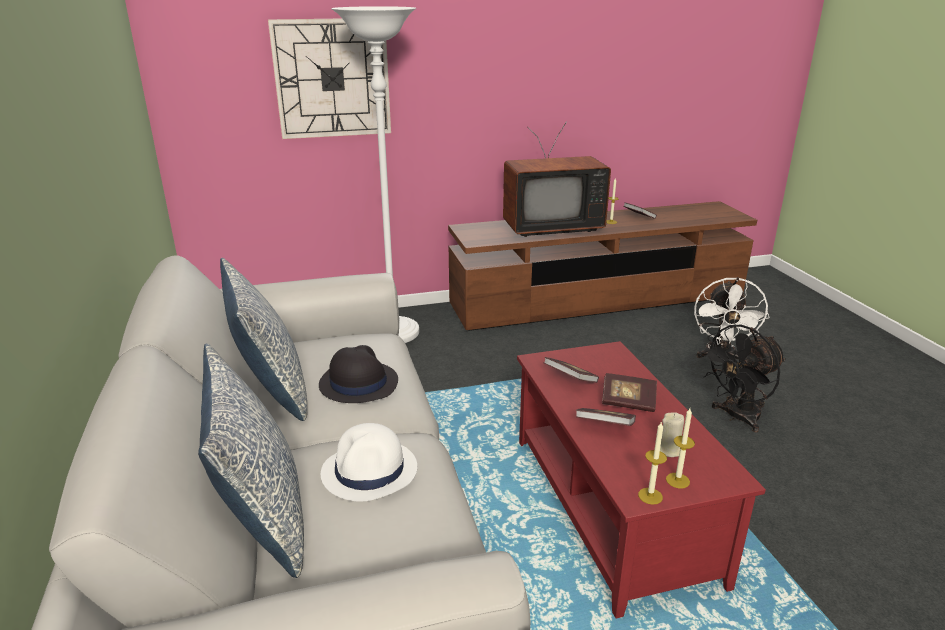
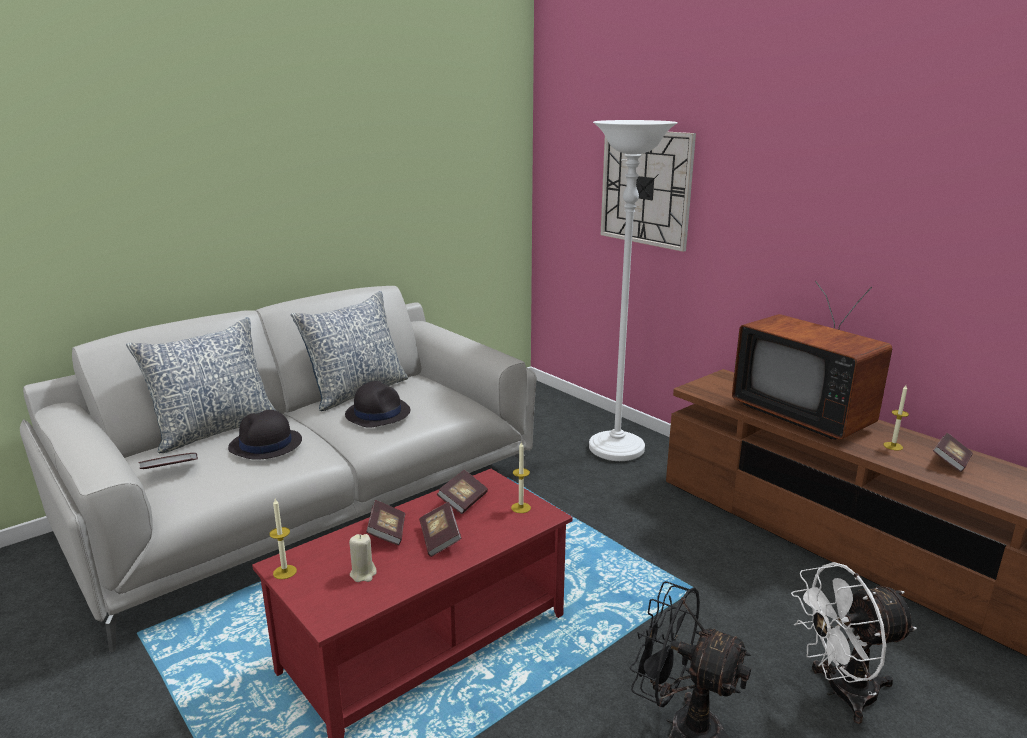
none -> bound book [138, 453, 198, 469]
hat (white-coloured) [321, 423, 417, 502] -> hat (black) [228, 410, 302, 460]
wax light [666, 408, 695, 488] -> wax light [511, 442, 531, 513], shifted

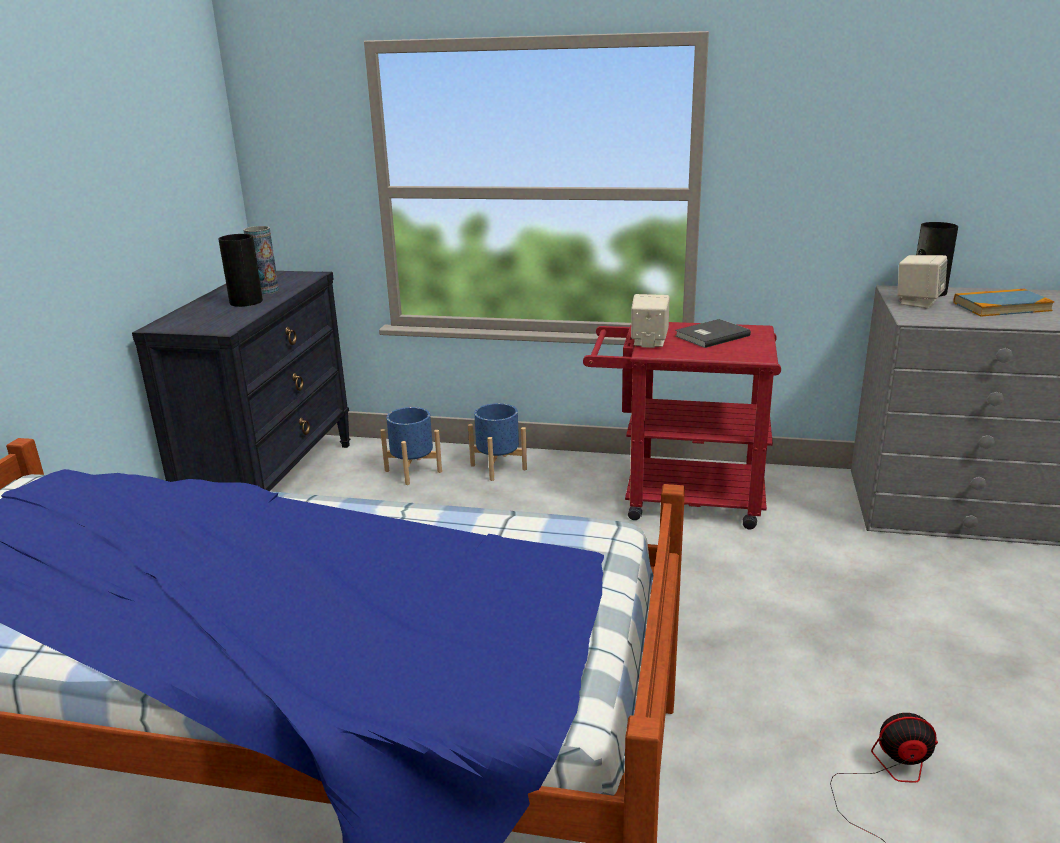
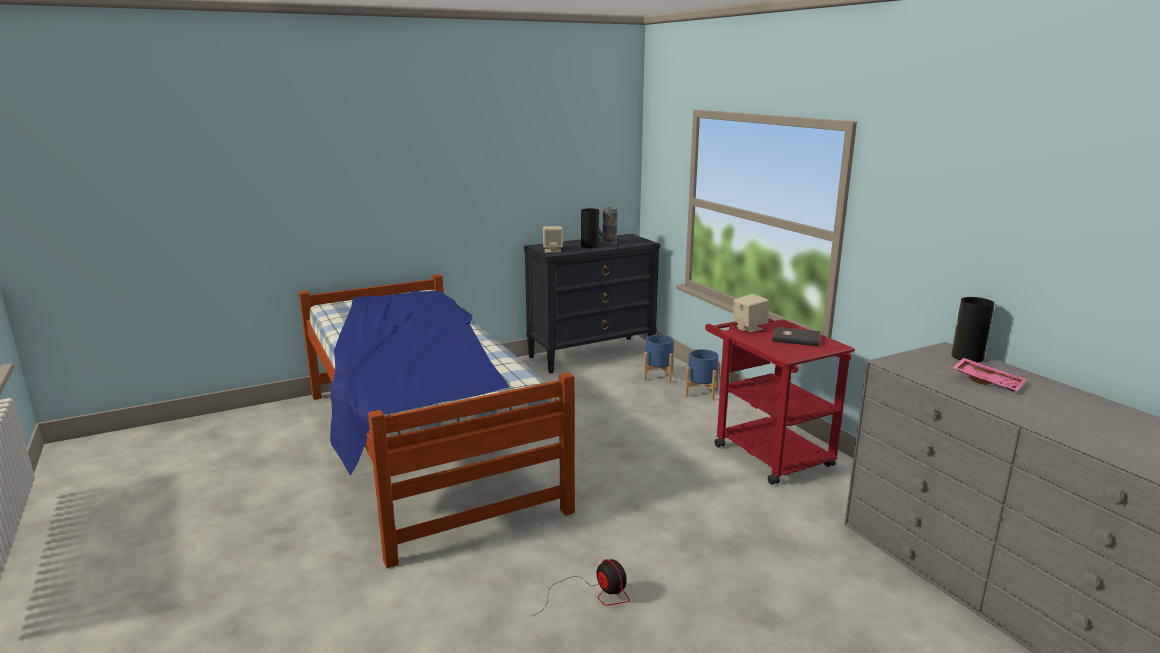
speaker (sand-coloured) [897, 255, 947, 308] -> speaker (sand-coloured) [543, 226, 563, 253], shifted
bound book [953, 289, 1054, 316] -> carrying tray (pink-coloured) [953, 358, 1027, 392]

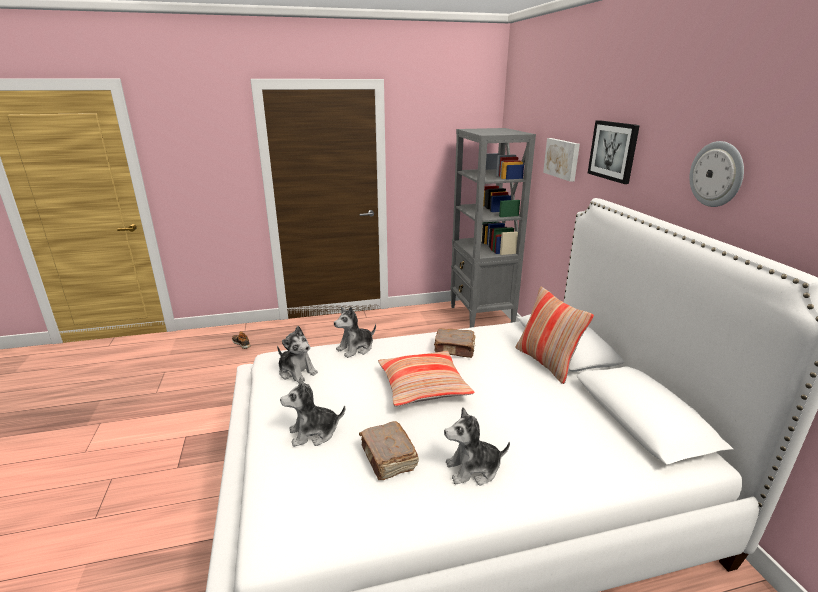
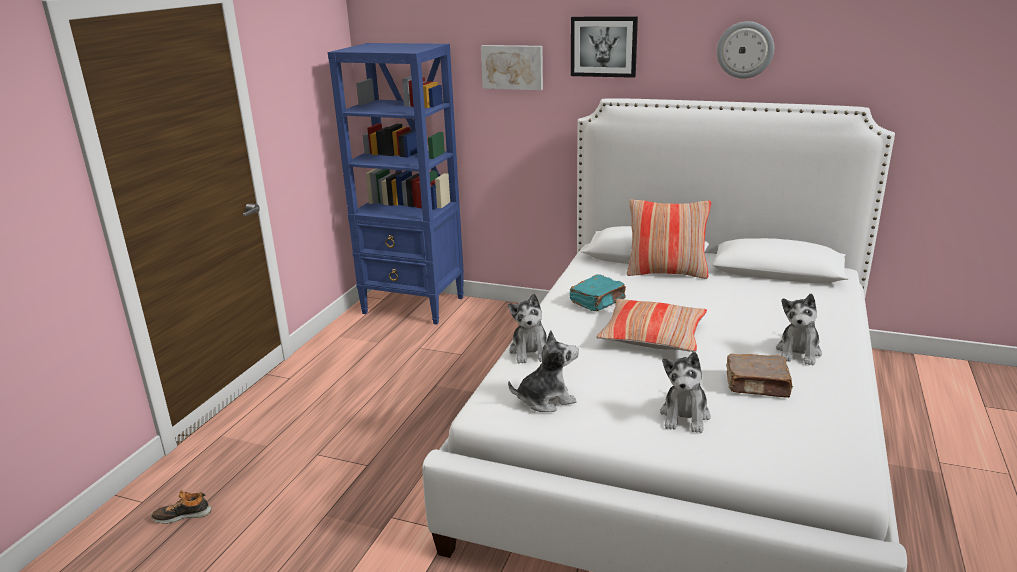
shelving unit (greyish) [450, 128, 536, 328] -> shelving unit (blue-coloured) [328, 43, 464, 325]
bound book (brownish) [434, 328, 476, 358] -> bound book (turquoise) [569, 274, 626, 311]

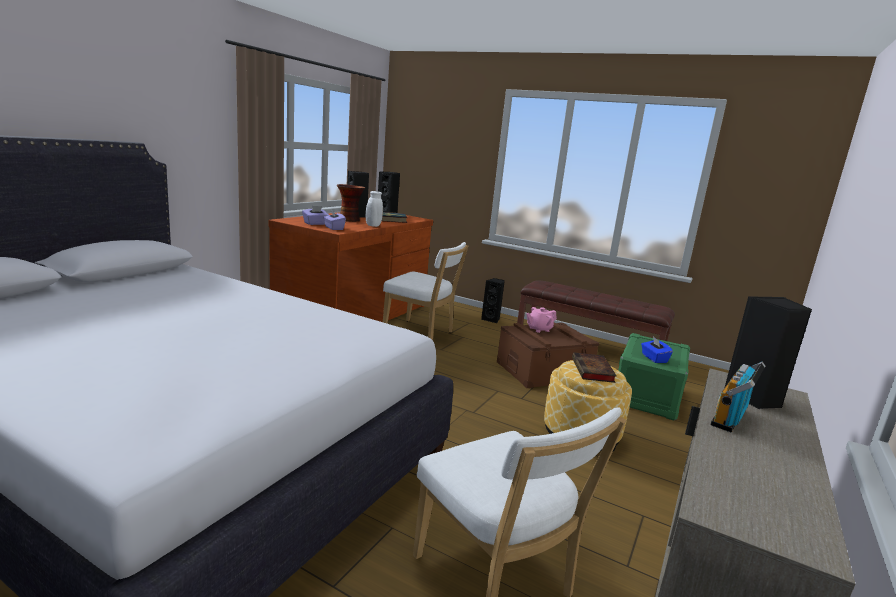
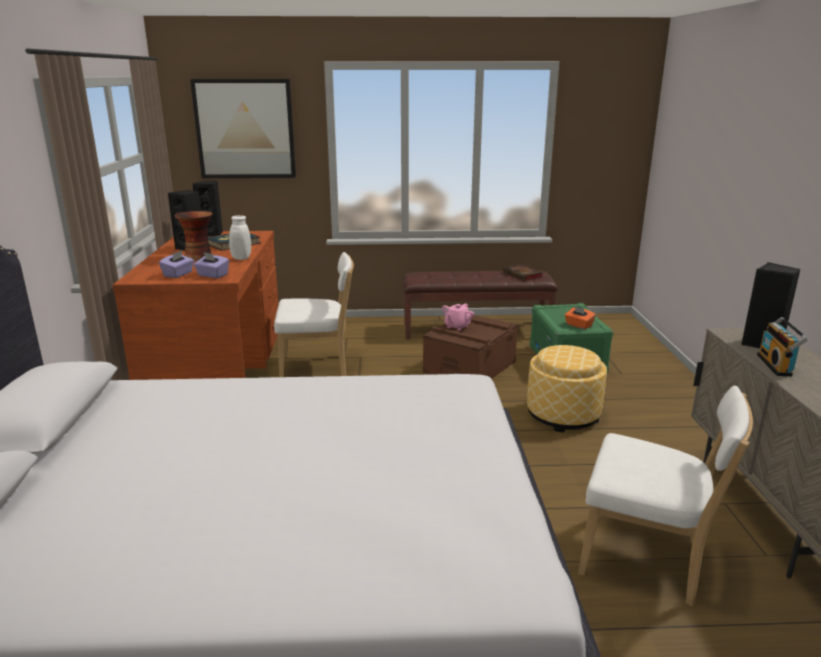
none -> picture [190, 79, 296, 178]
bound book [572, 352, 617, 383] -> bound book [503, 264, 543, 281], shifted
box of tissues (blue-coloured) [641, 337, 673, 363] -> box of tissues (orange) [565, 306, 596, 329]
speaker (black) [481, 278, 505, 323] -> none

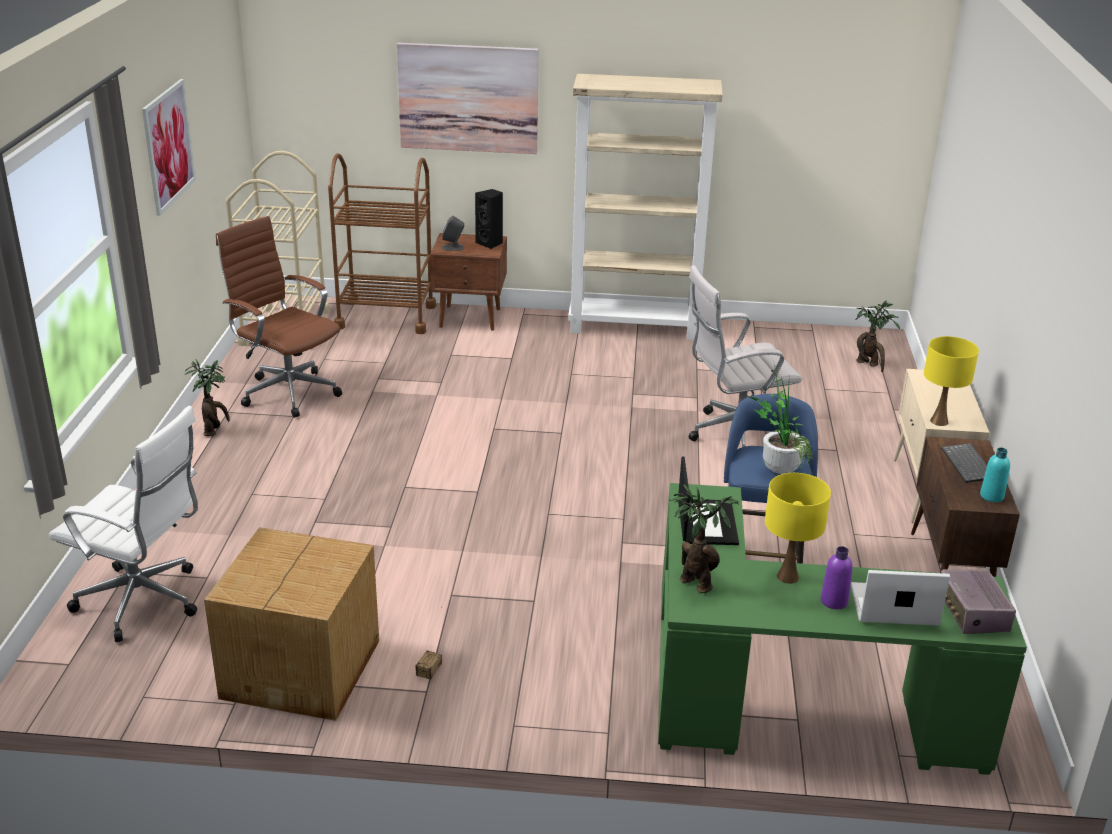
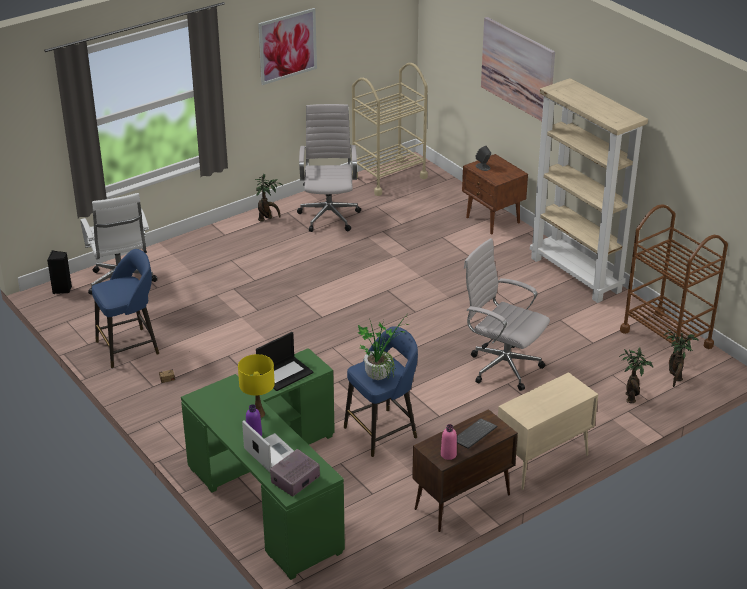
speaker (black) [475, 189, 503, 249] -> speaker (black) [47, 250, 72, 294], shifted
packing box [204, 527, 379, 721] -> sitting stool (blue-coloured) [92, 249, 159, 368]
computer chair (brownish) [216, 216, 342, 418] -> computer chair (white-coloured) [297, 104, 361, 232]
drink bottle (turquoise) [980, 448, 1010, 502] -> drink bottle (pink-coloured) [441, 424, 457, 460]
potted plant [669, 485, 739, 593] -> potted plant [619, 348, 654, 403], shifted
cart (brownish) [328, 153, 436, 334] -> cart (brownish) [620, 204, 728, 361], shifted
lamp for a table (yellow-coloured) [924, 336, 979, 426] -> none

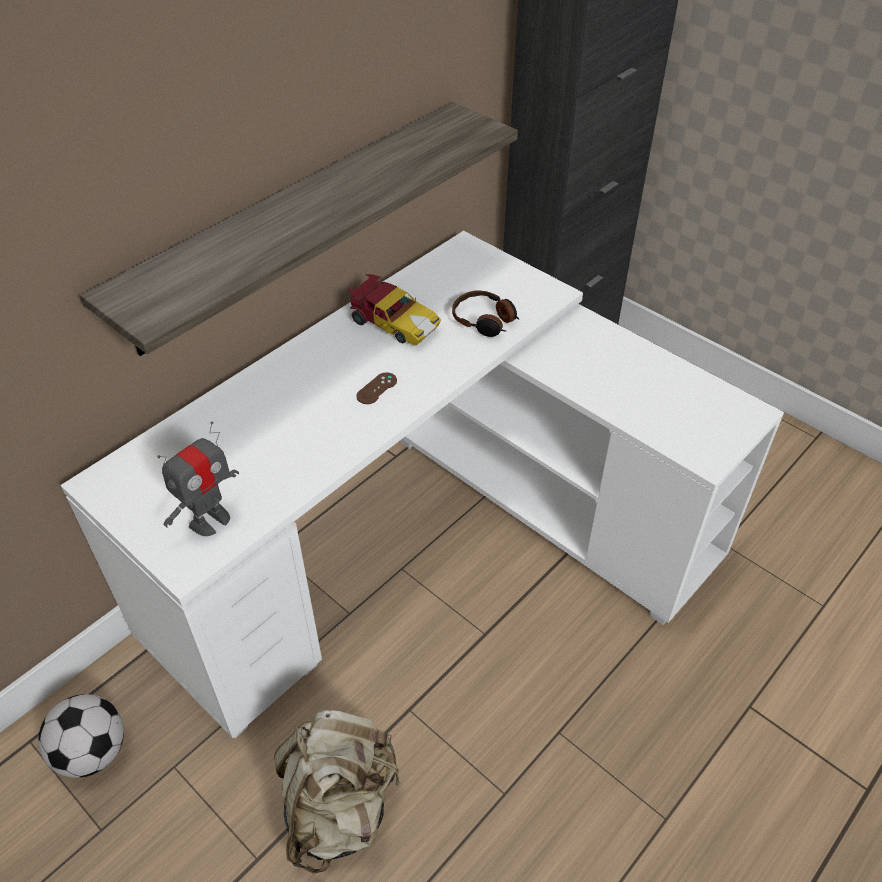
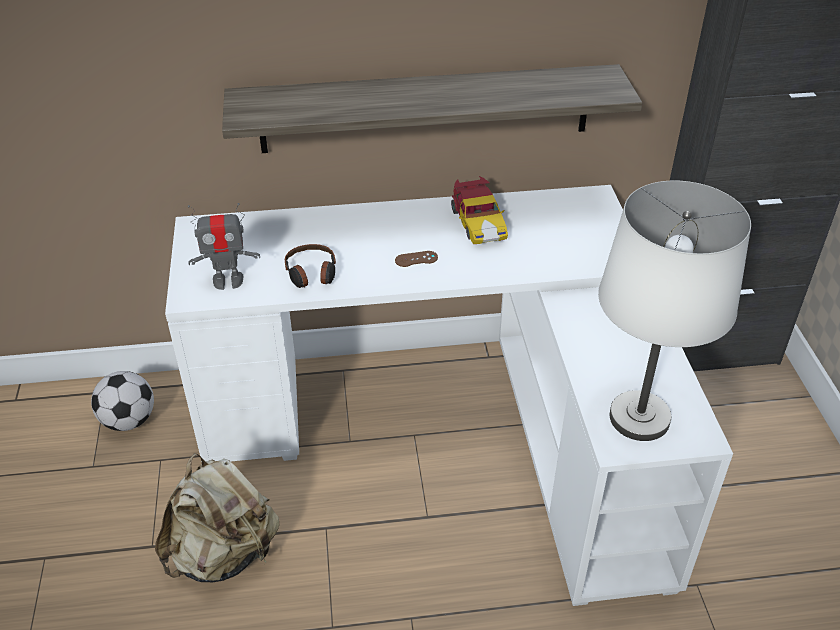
headphones [452, 291, 520, 337] -> headphones [285, 244, 336, 288], shifted
none -> lamp for a table (white-coloured) [598, 181, 751, 441]

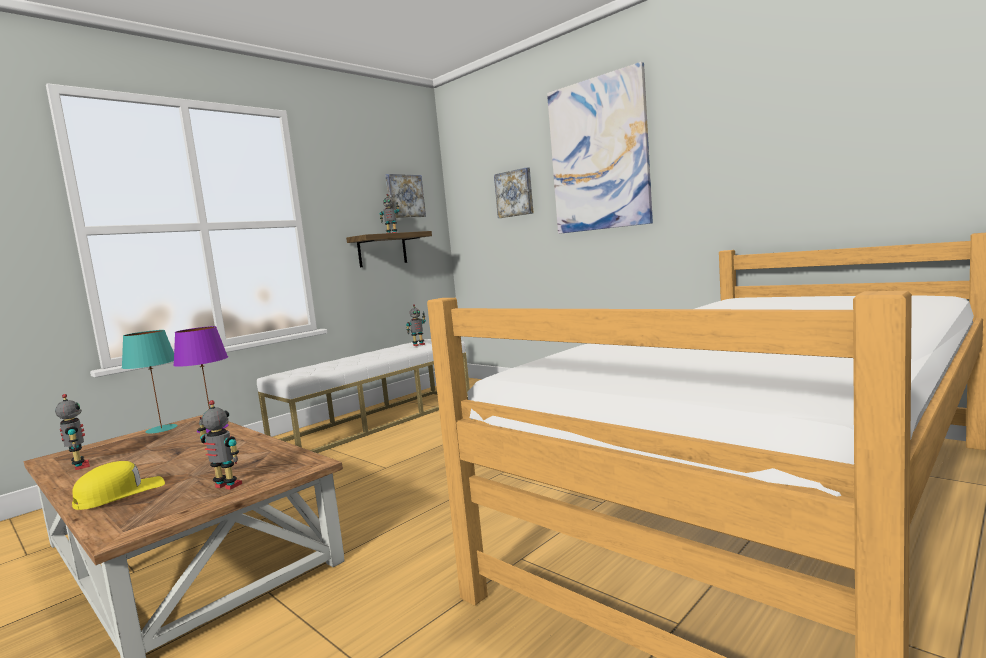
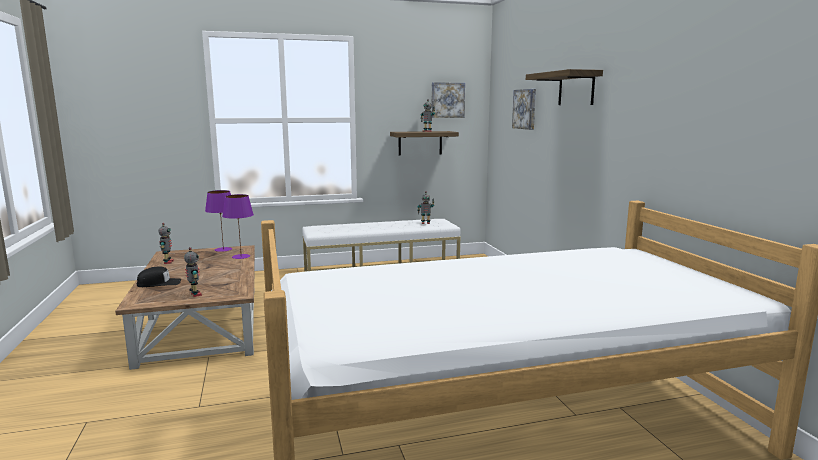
baseball cap (yellow-coloured) [72, 461, 165, 510] -> baseball cap (black) [137, 266, 181, 287]
lamp for a table (turquoise) [122, 330, 178, 434] -> lamp for a table (purplish) [205, 190, 232, 252]
picture [547, 62, 653, 234] -> shelf [526, 69, 603, 105]

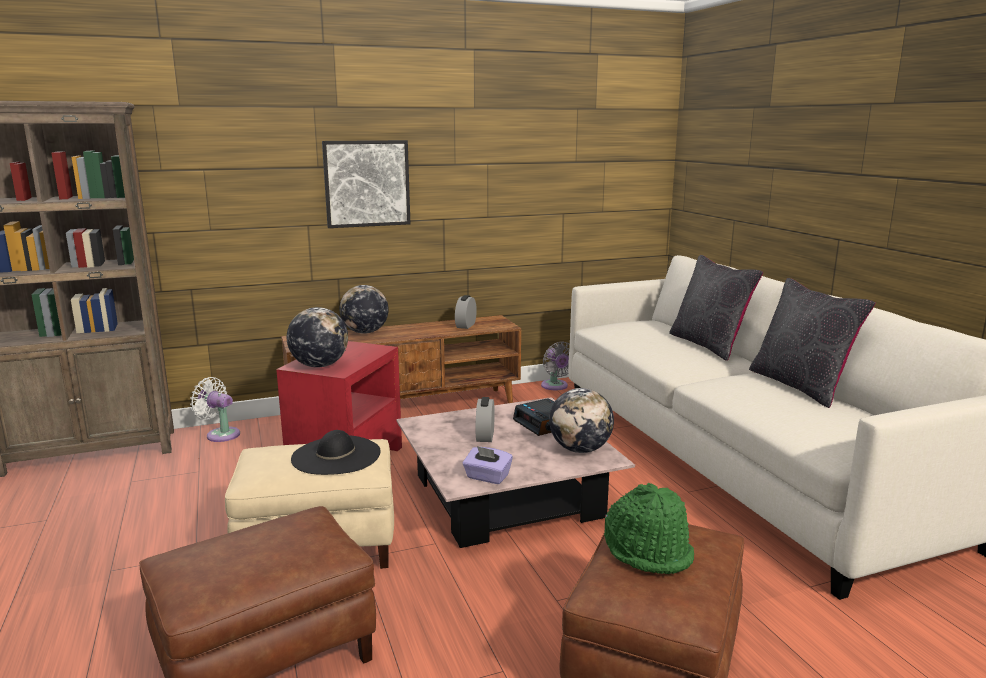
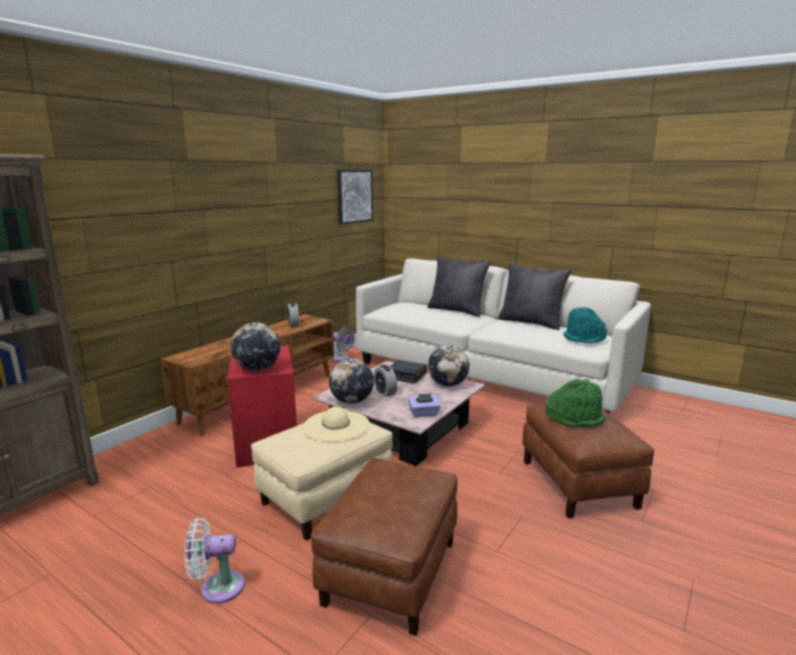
electric fan (white-coloured) [190, 377, 240, 442] -> electric fan (white-coloured) [184, 518, 245, 604], shifted
hat (black) [291, 430, 381, 475] -> hat (sand-coloured) [302, 407, 370, 442]
globe [340, 285, 389, 334] -> globe [329, 359, 374, 404], shifted
picture [322, 140, 410, 228] -> picture [337, 170, 373, 225], shifted
none -> hat (turquoise) [564, 307, 607, 343]

